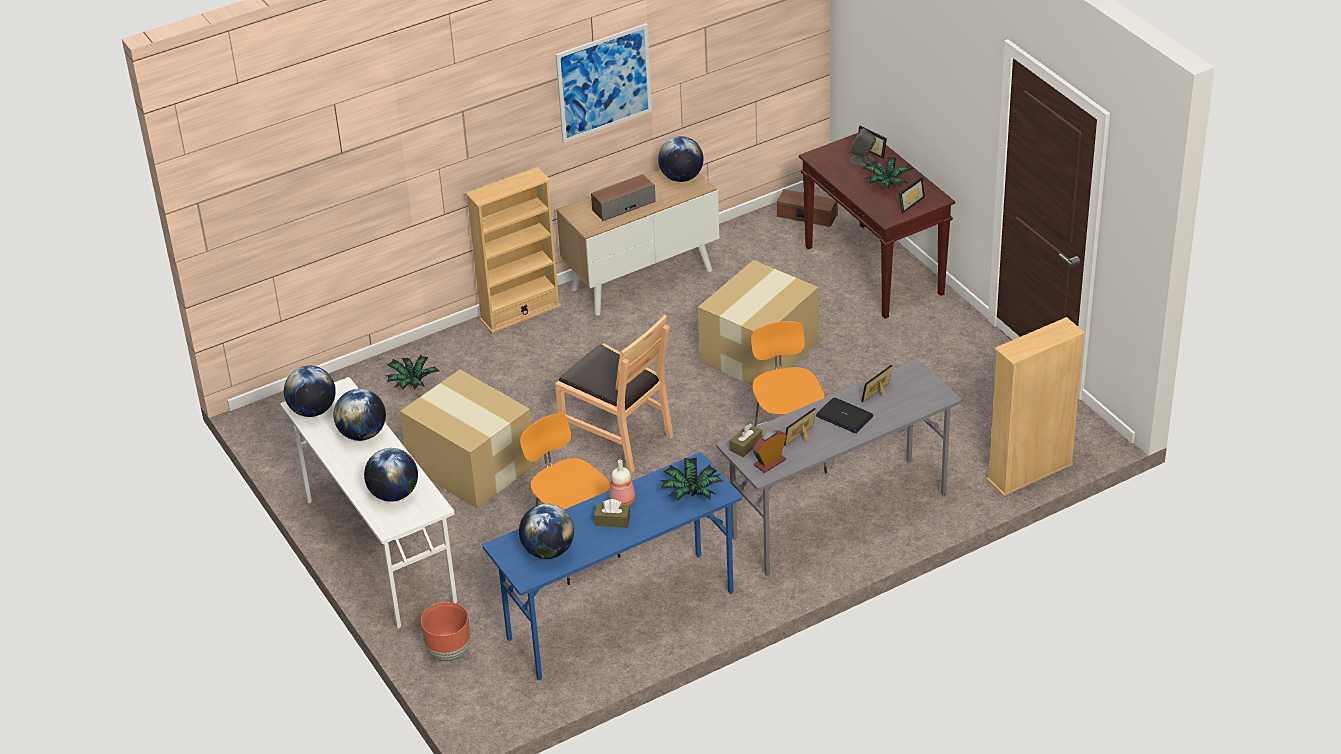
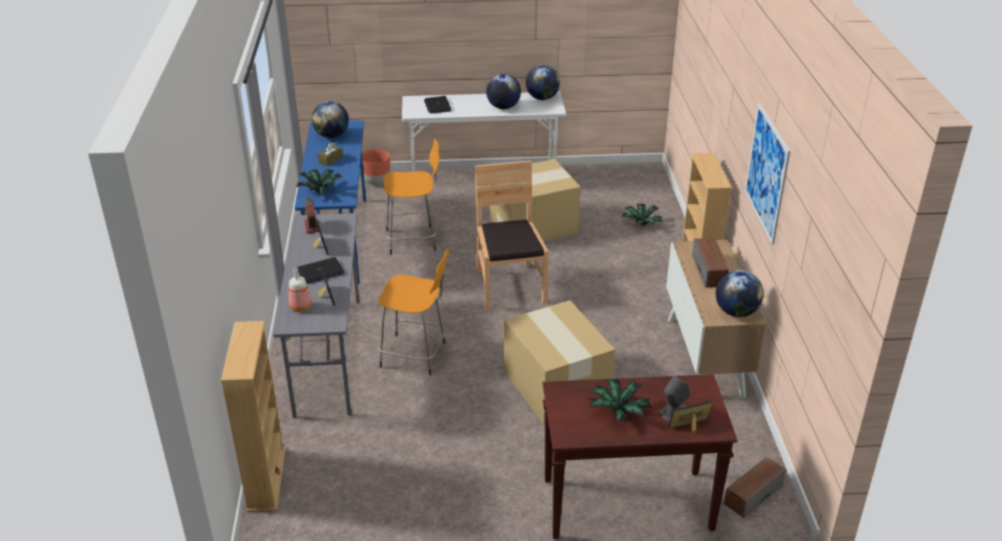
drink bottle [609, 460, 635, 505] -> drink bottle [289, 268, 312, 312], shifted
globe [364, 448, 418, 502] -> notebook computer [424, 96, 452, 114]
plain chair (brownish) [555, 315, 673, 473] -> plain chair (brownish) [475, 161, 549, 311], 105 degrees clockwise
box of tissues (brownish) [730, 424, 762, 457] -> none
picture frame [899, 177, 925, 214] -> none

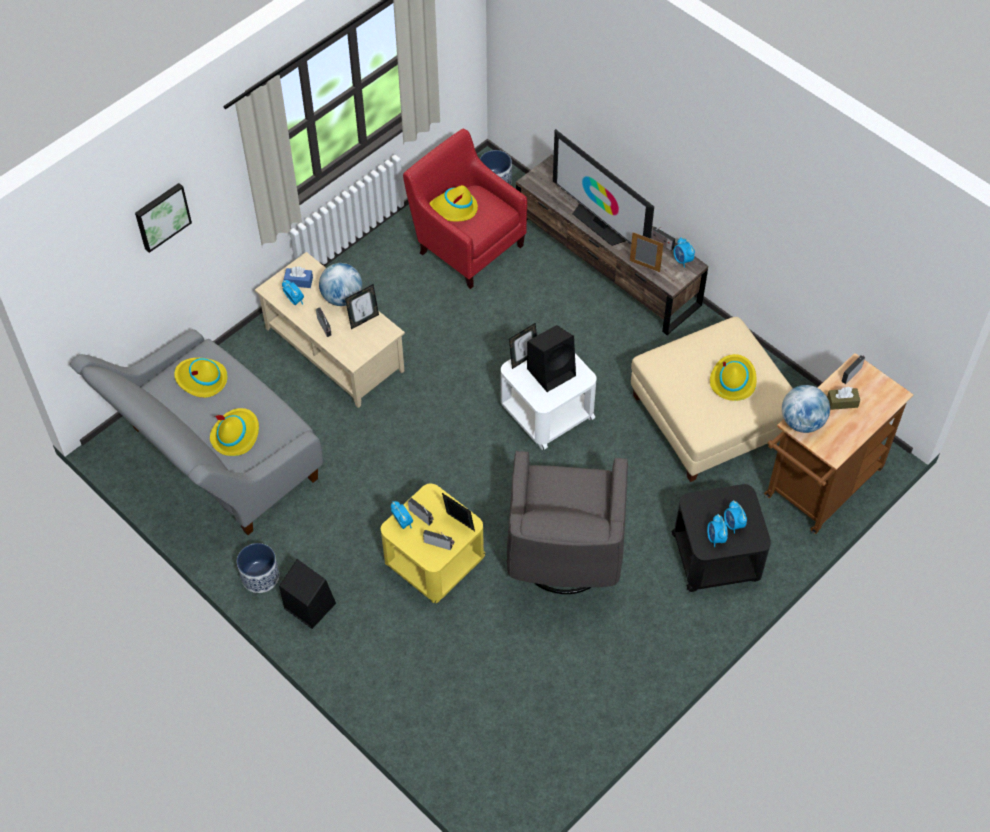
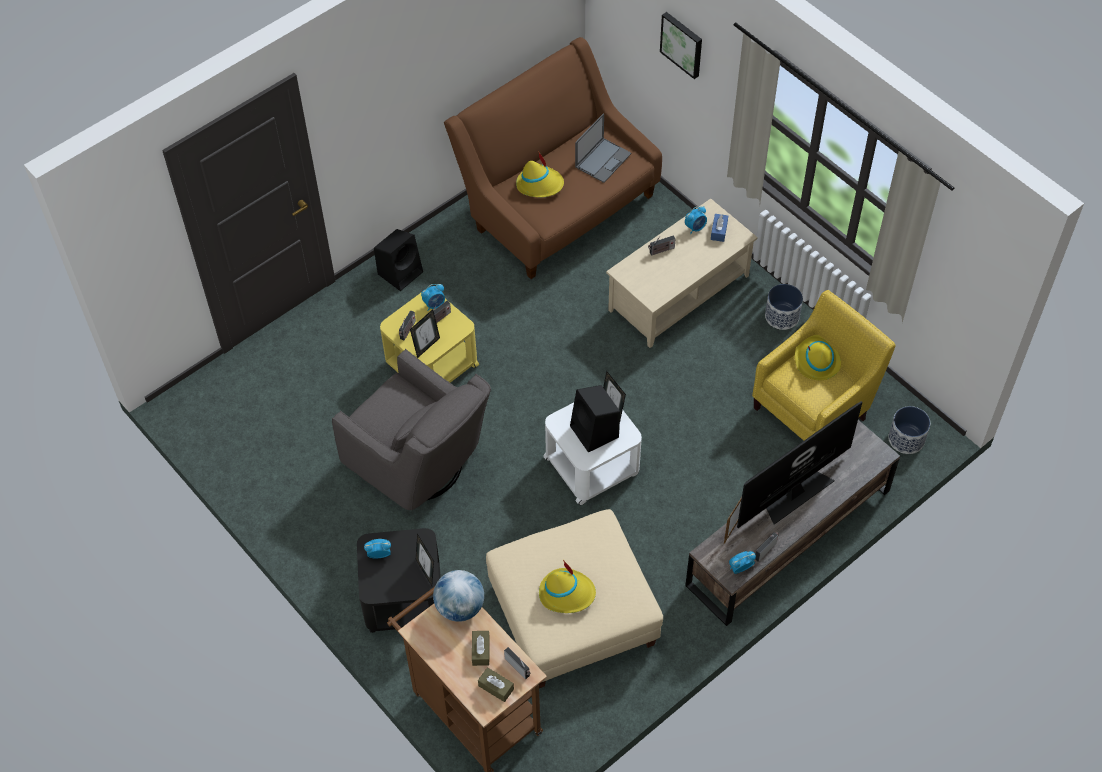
easy chair (greyish) [507, 451, 628, 594] -> easy chair (greyish) [332, 349, 491, 511], 150 degrees counterclockwise
picture frame [345, 284, 379, 329] -> picture frame [416, 533, 434, 586], shifted
couch (greyish) [70, 329, 323, 535] -> couch (brownish) [444, 37, 662, 279]
none -> box of tissues (brownish) [478, 667, 514, 702]
hat (yellow-coloured) [174, 358, 227, 398] -> notebook computer [575, 113, 631, 183]
easy chair (red-coloured) [403, 129, 527, 289] -> easy chair (yellow-coloured) [752, 290, 896, 441]
plant pot [237, 543, 279, 593] -> plant pot [765, 284, 803, 330], shifted
globe [319, 263, 362, 306] -> none
alarm clock [724, 500, 747, 534] -> none

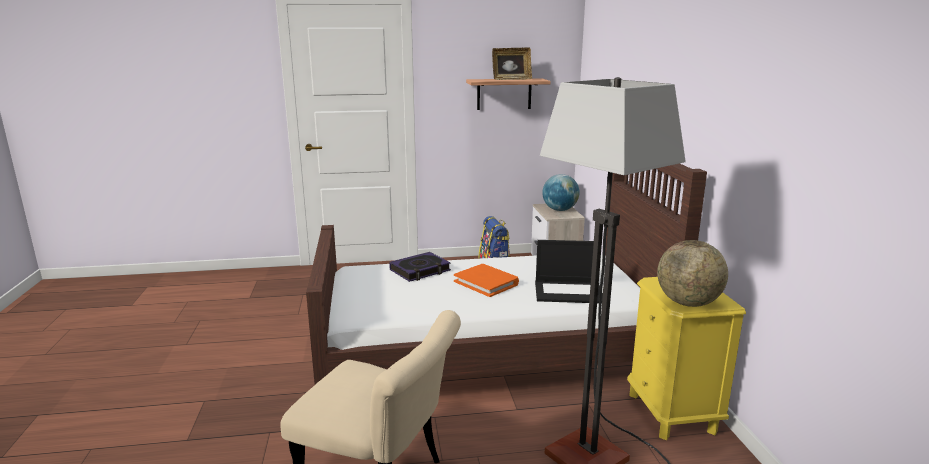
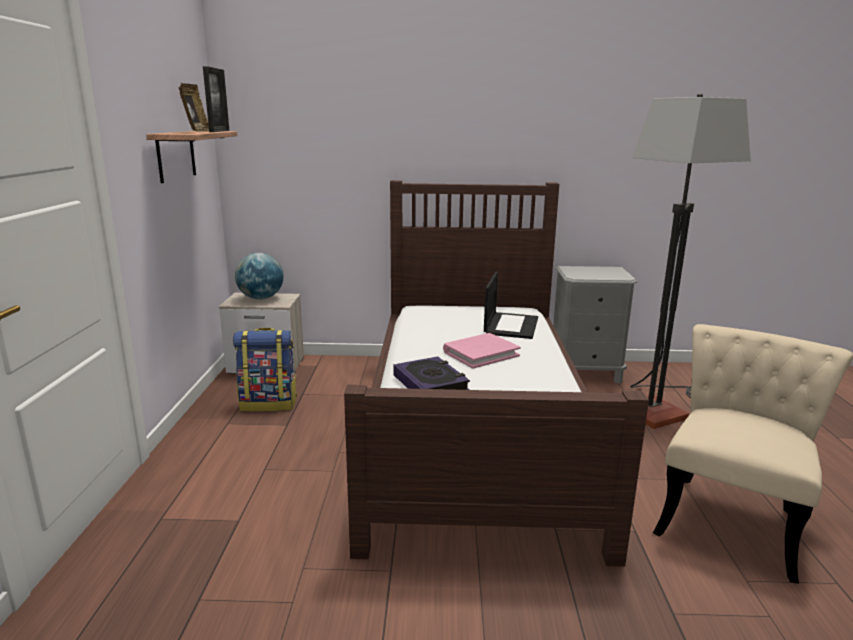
none -> picture frame [203, 66, 229, 132]
bound book (orange) [454, 264, 519, 297] -> bound book (pink-coloured) [443, 333, 521, 369]
night table (yellow-coloured) [627, 277, 746, 440] -> night table (greyish) [553, 266, 637, 384]
globe [657, 240, 728, 307] -> none

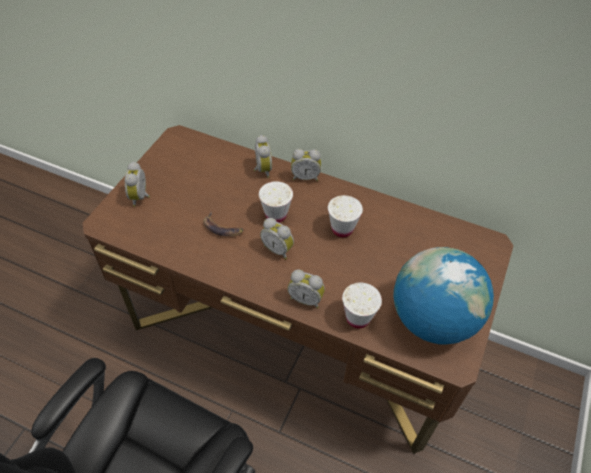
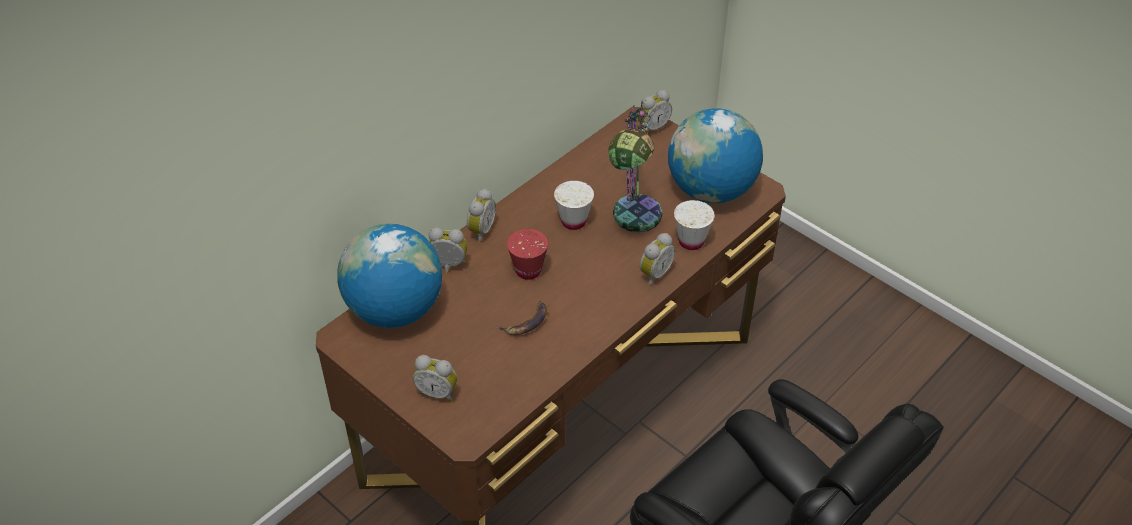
none -> globe [337, 224, 442, 328]
drinking cup (white-coloured) [259, 181, 293, 223] -> drinking cup (red-coloured) [507, 229, 548, 280]
none -> lamp for a table [608, 101, 663, 232]
alarm clock [260, 218, 294, 260] -> alarm clock [638, 90, 672, 133], shifted

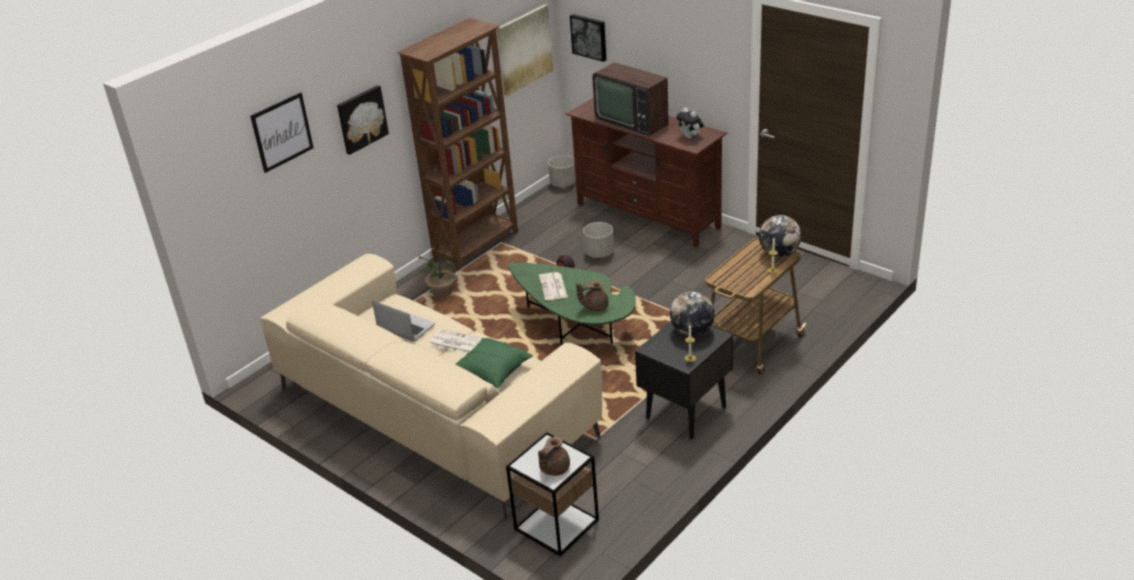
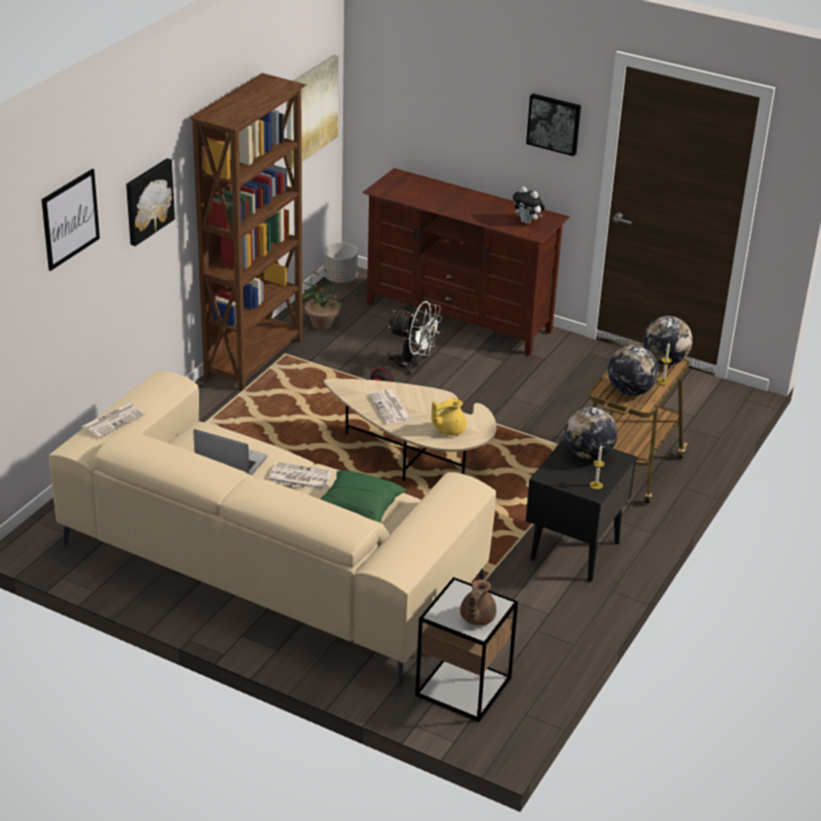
none -> newspaper [81, 403, 146, 438]
potted plant [418, 246, 459, 298] -> potted plant [302, 268, 344, 330], shifted
low table (green) [508, 263, 636, 345] -> low table (sand-coloured) [324, 379, 497, 481]
plant pot (greyish) [583, 222, 614, 258] -> electric fan (white-coloured) [387, 301, 442, 376]
tea pot (brownish) [576, 280, 609, 312] -> tea pot (yellow-coloured) [431, 398, 466, 436]
picture [570, 14, 606, 62] -> picture [526, 94, 581, 156], shifted
none -> globe [608, 345, 659, 396]
television [592, 63, 669, 136] -> none

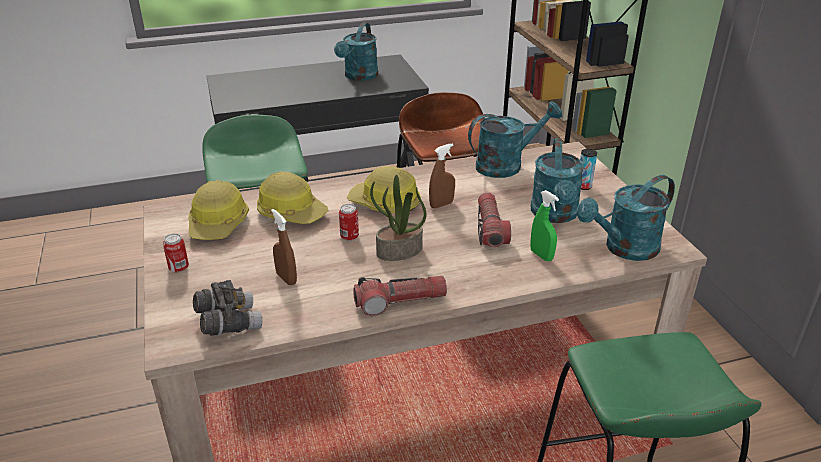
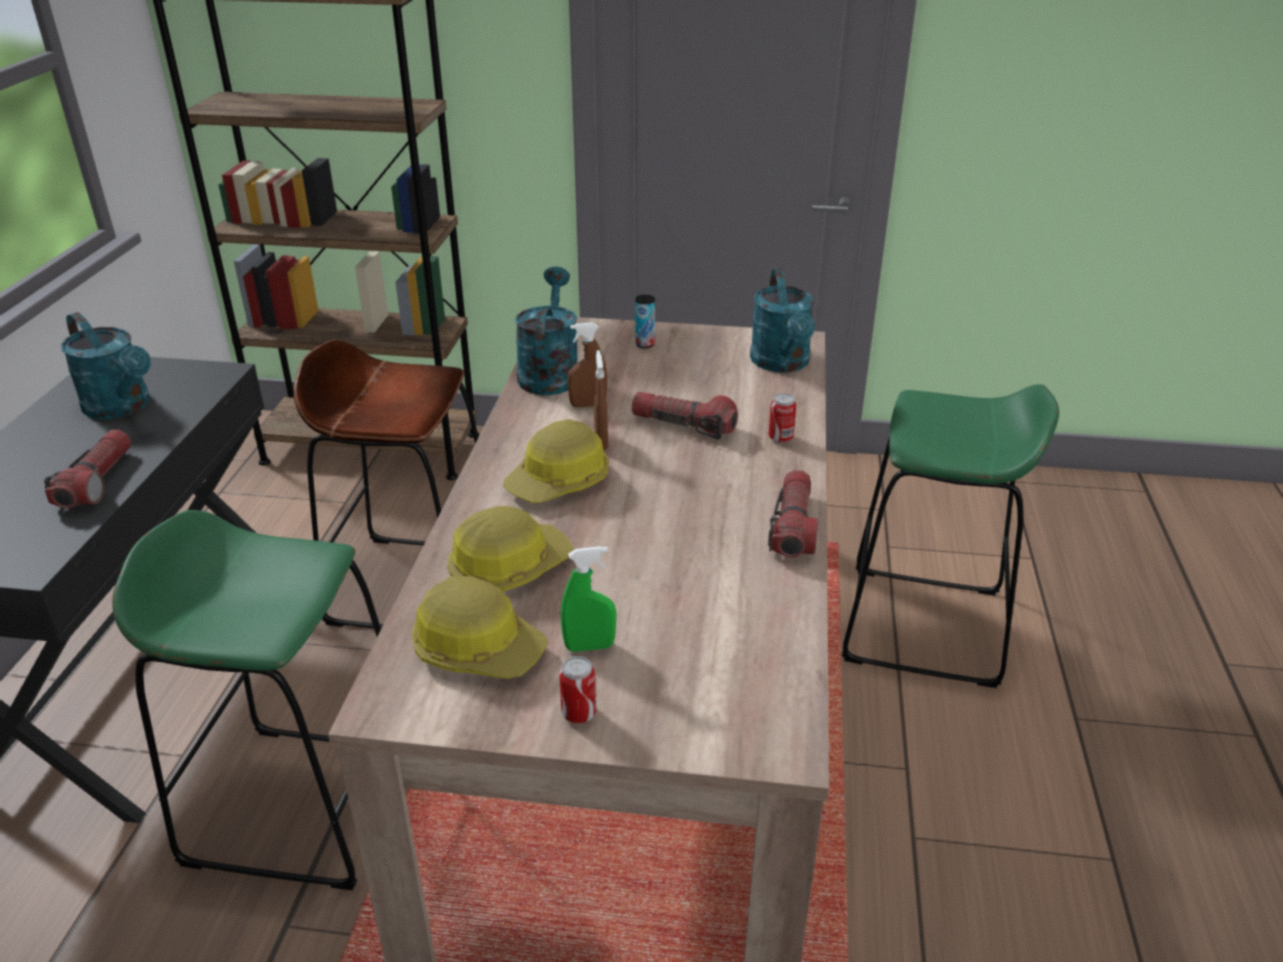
none -> hand torch [44, 429, 131, 509]
spray bottle (green) [530, 190, 559, 261] -> spray bottle (green) [561, 546, 617, 652], shifted
spray bottle (brownish) [271, 209, 297, 285] -> spray bottle (brownish) [567, 323, 607, 407], shifted
can [339, 204, 359, 241] -> can [769, 393, 796, 443], shifted
field glasses (greyish) [193, 280, 262, 336] -> none
potted plant [370, 175, 427, 261] -> none
sprinkling can (turquoise) [531, 138, 584, 223] -> none

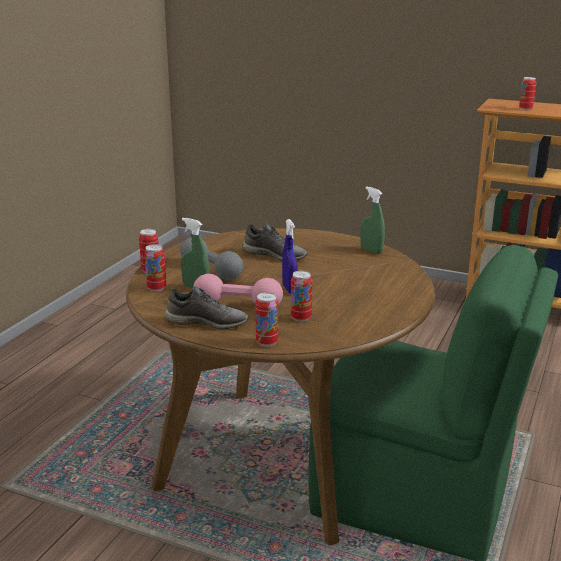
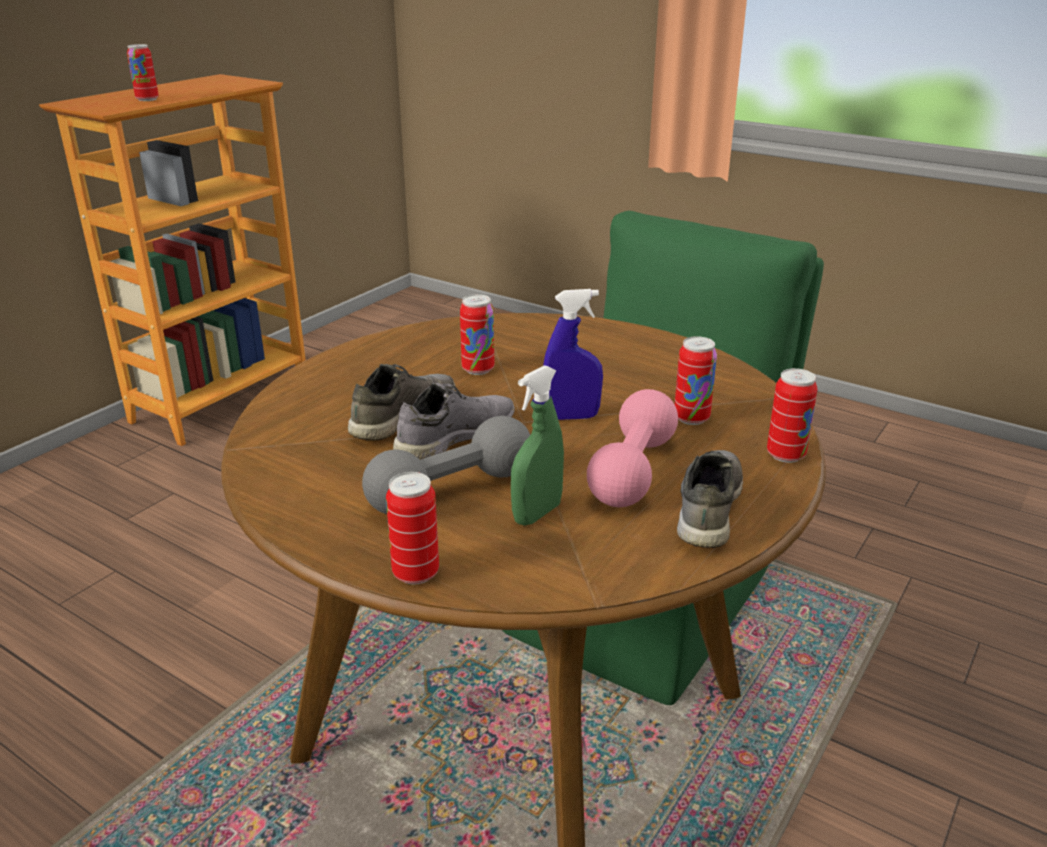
none -> shoe (greyish) [393, 383, 515, 460]
can [144, 244, 166, 292] -> can [460, 294, 494, 375], shifted
spray bottle (green) [360, 187, 385, 254] -> none

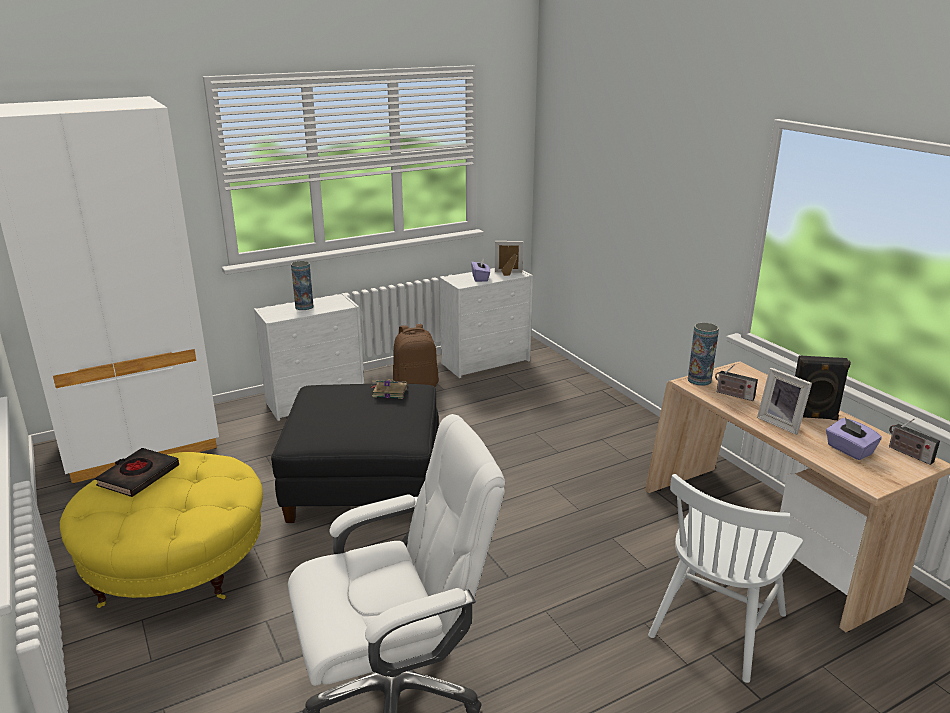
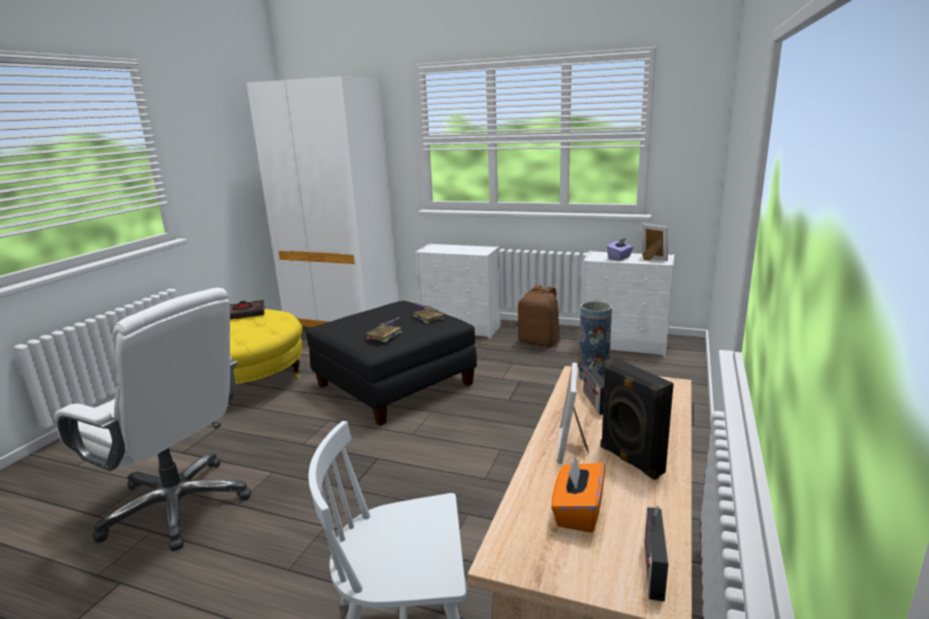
none -> bound book [366, 317, 402, 342]
box of tissues (purplish) [826, 418, 882, 460] -> box of tissues (orange) [551, 456, 605, 533]
decorative vase [291, 261, 314, 310] -> none

